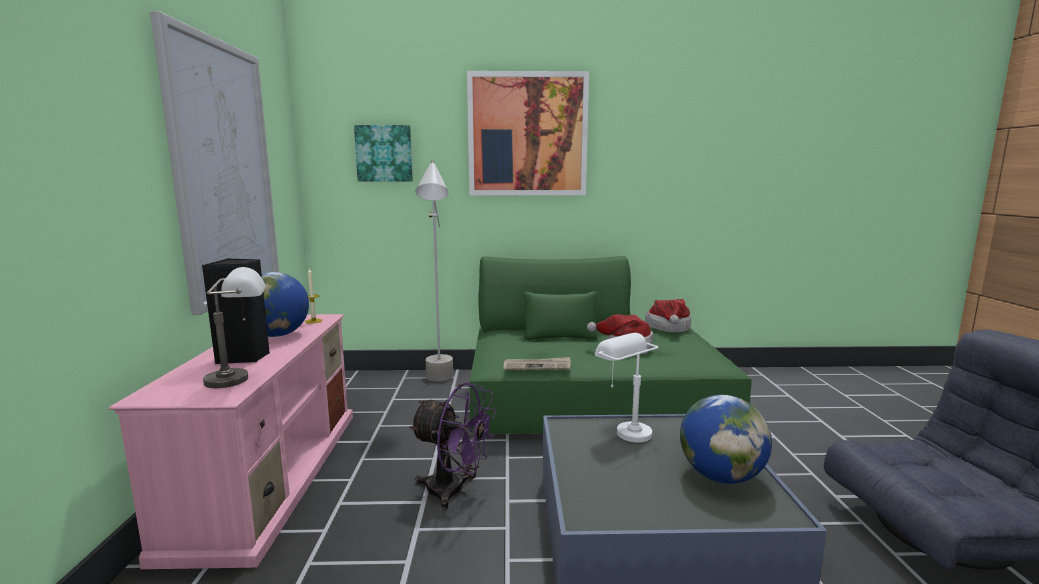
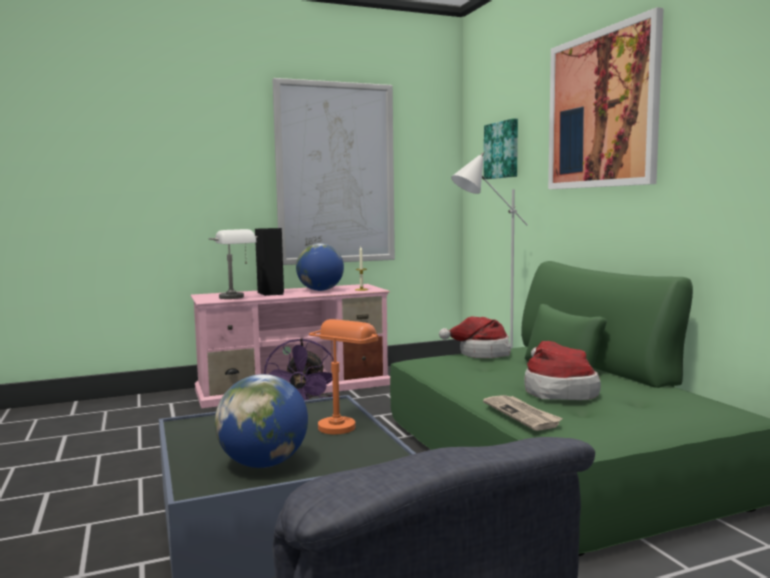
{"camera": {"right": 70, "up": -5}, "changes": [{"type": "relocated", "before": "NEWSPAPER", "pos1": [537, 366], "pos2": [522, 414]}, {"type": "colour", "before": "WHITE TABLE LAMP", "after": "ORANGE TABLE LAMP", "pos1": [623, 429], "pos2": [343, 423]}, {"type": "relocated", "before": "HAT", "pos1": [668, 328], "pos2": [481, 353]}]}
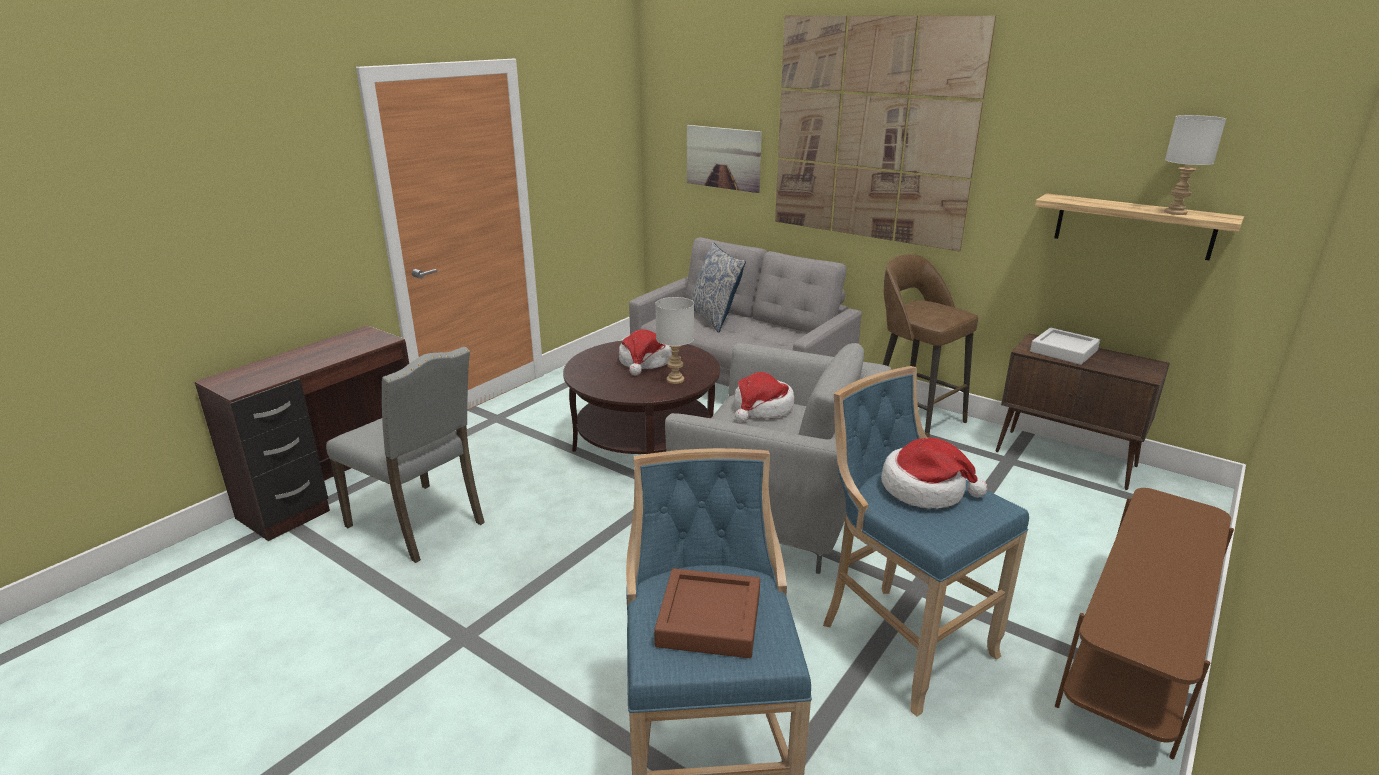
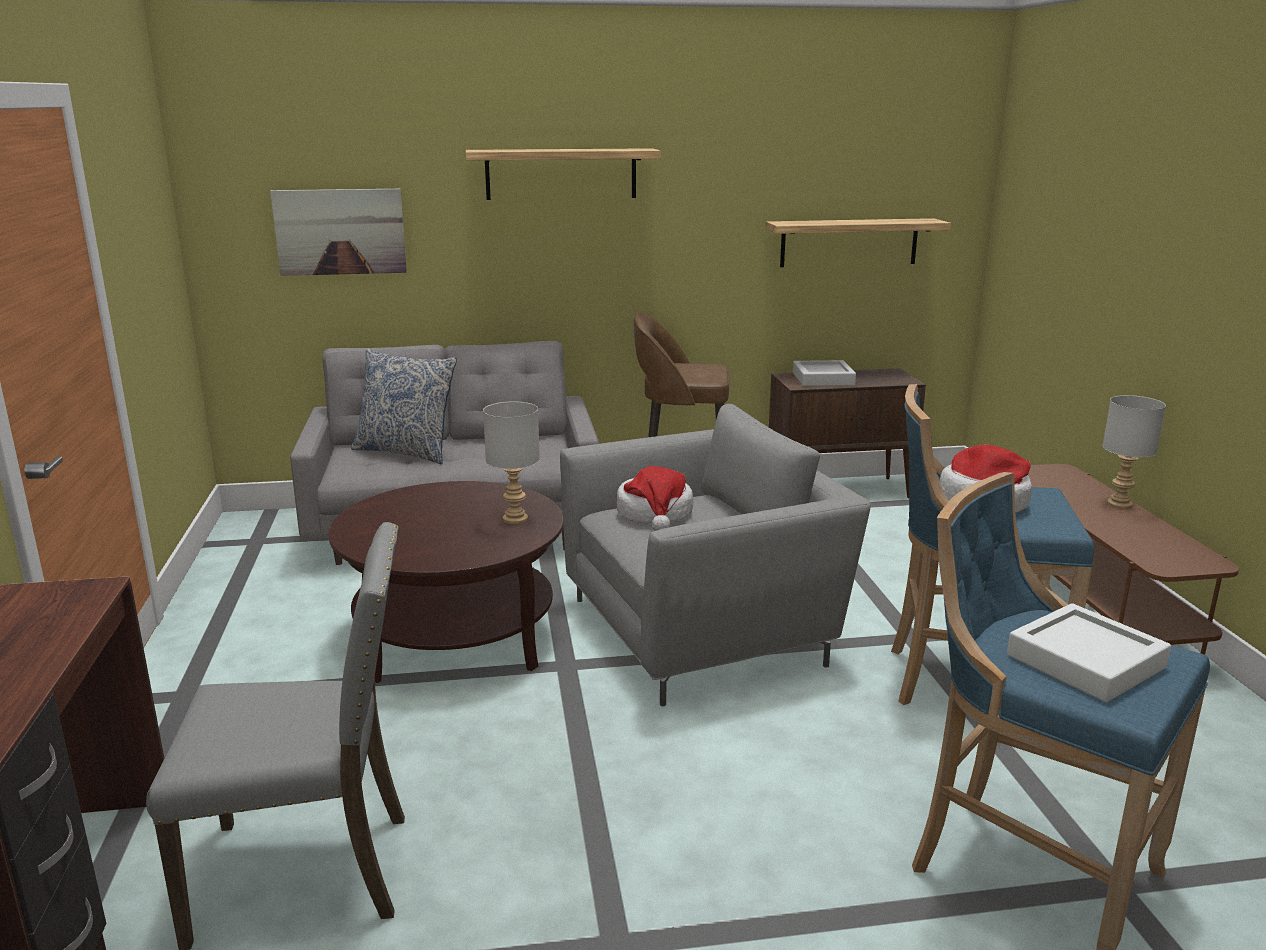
{"camera": {"right": -45, "up": -5}, "changes": [{"type": "missing", "before": "HAT", "pos1": [645, 362]}, {"type": "colour", "before": "BROWN TRAY", "after": "WHITE TRAY", "pos1": [709, 620], "pos2": [1085, 661]}, {"type": "exchanged", "before": "PICTURE", "after": "SHELF", "pos1": [872, 131], "pos2": [561, 174]}, {"type": "relocated", "before": "GREY TABLE LAMP", "pos1": [1175, 212], "pos2": [1119, 504]}]}
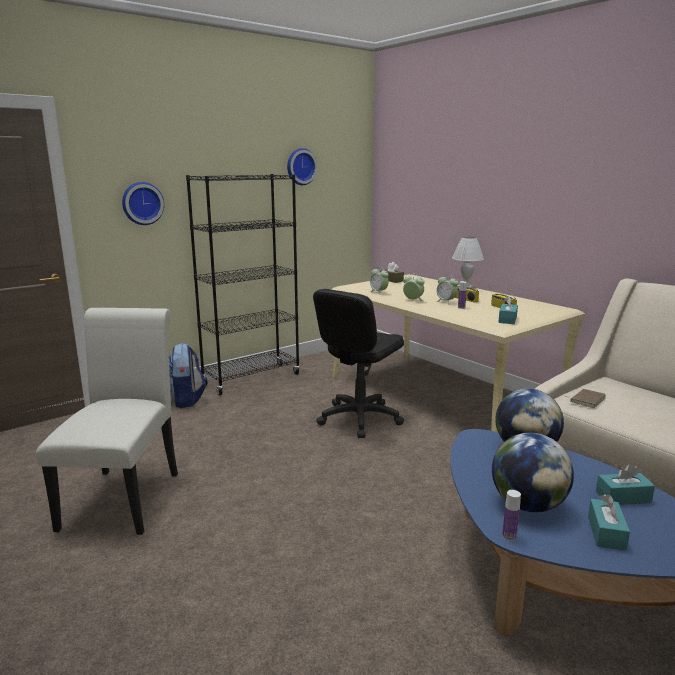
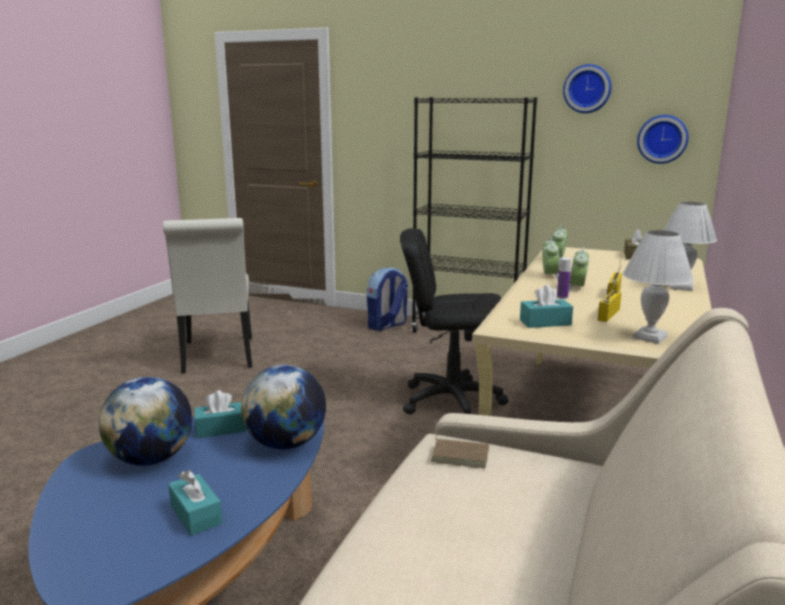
{"camera": {"right": 60, "up": 0}, "changes": [{"type": "spun", "before": "WHITE CHAIR", "pos1": [125, 495], "pos2": [218, 357], "turn": 105}, {"type": "relocated", "before": "WALL CLOCK", "pos1": [142, 203], "pos2": [662, 139]}, {"type": "missing", "before": "BOTTLE", "pos1": [509, 536]}, {"type": "relocated", "before": "TURQUOISE TISSUE BOX", "pos1": [606, 533], "pos2": [221, 429]}, {"type": "appeared", "after": "WHITE TABLE LAMP", "pos2": [649, 337]}]}
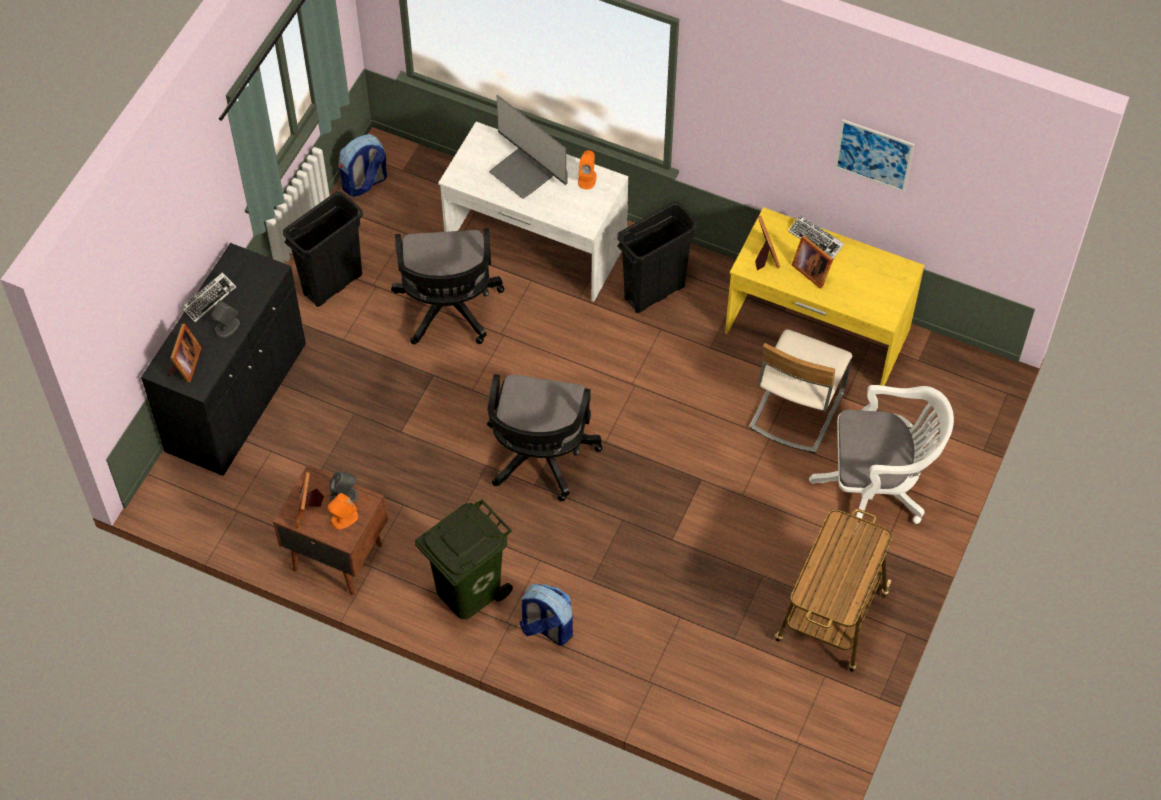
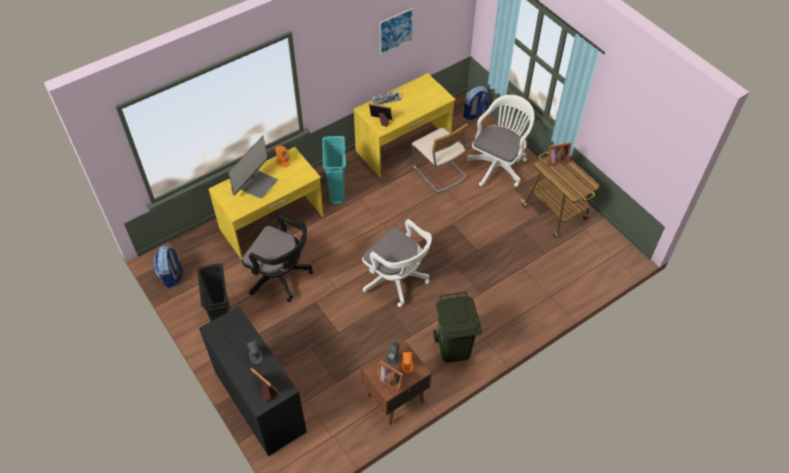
{"camera": {"right": -60, "up": -5}, "changes": [{"type": "missing", "before": "KEYBOARD", "pos1": [208, 299]}, {"type": "colour", "before": "WHITE DESK", "after": "YELLOW DESK", "pos1": [535, 245], "pos2": [272, 223]}, {"type": "colour", "before": "BLACK OFFICE CHAIR", "after": "WHITE OFFICE CHAIR", "pos1": [540, 458], "pos2": [397, 280]}, {"type": "spun", "before": "MONITOR", "pos1": [524, 171], "pos2": [257, 184], "turn": -45}, {"type": "relocated", "before": "BACKPACK", "pos1": [546, 628], "pos2": [474, 114]}, {"type": "colour", "before": "BLACK TRASH CAN", "after": "TURQUOISE TRASH CAN", "pos1": [655, 292], "pos2": [337, 191]}, {"type": "relocated", "before": "PICTURE FRAME", "pos1": [811, 270], "pos2": [555, 160]}]}
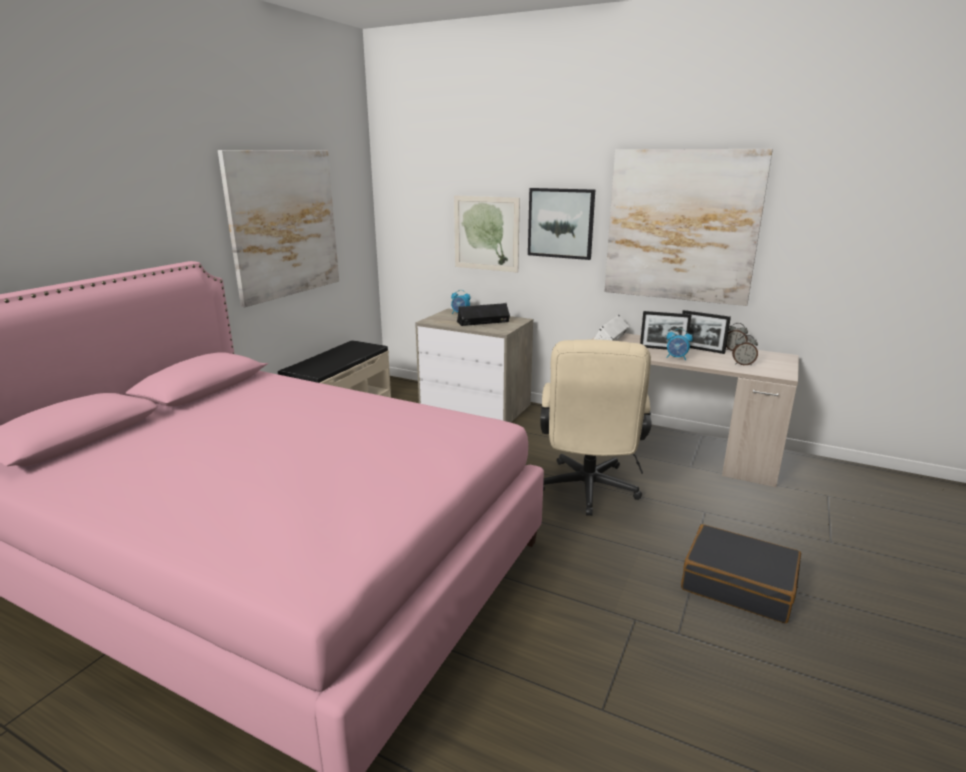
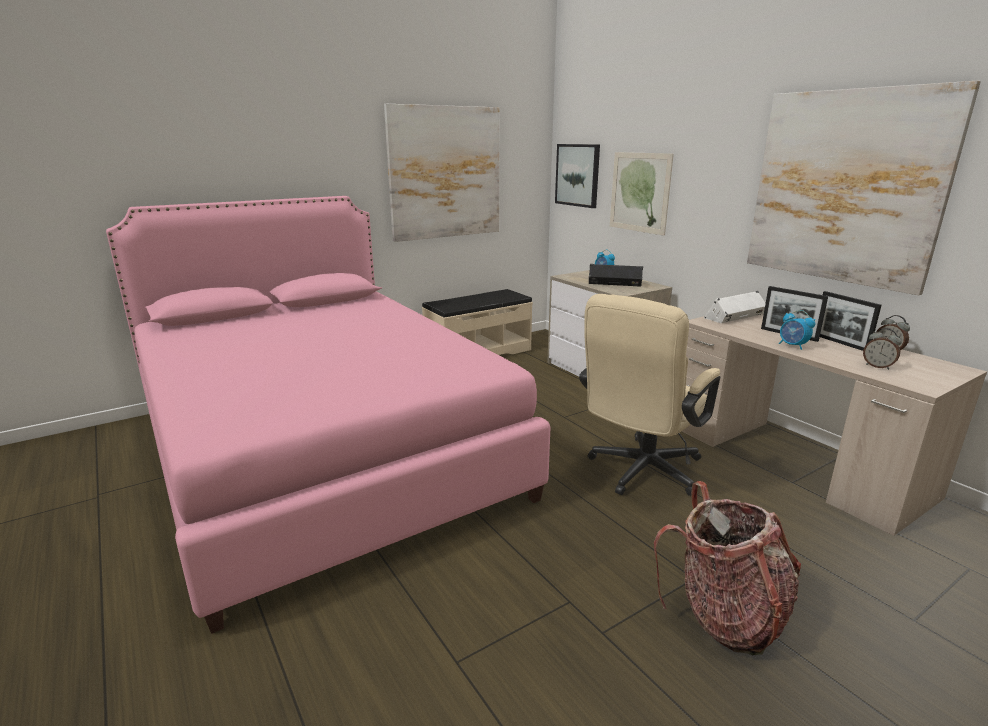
{"camera": {"right": 30, "up": 0}, "changes": [{"type": "relocated", "before": "PICTURE", "pos1": [561, 223], "pos2": [577, 175]}, {"type": "exchanged", "before": "BLACK SUITCASE", "after": "BACKPACK", "pos1": [738, 584], "pos2": [725, 616]}]}
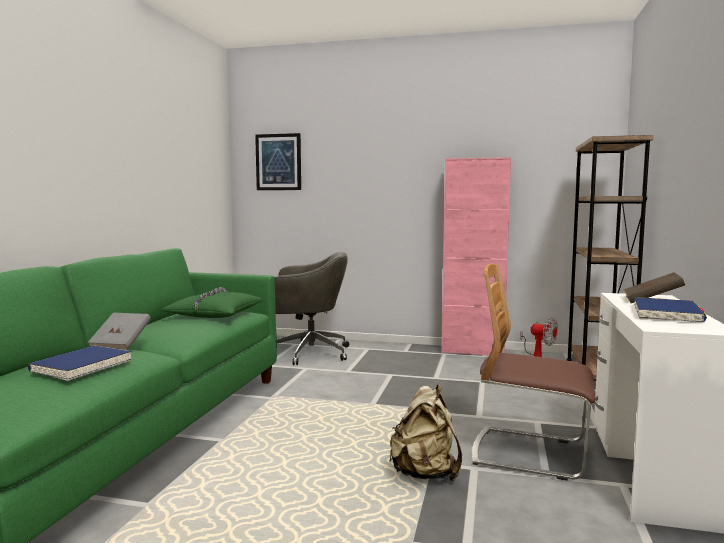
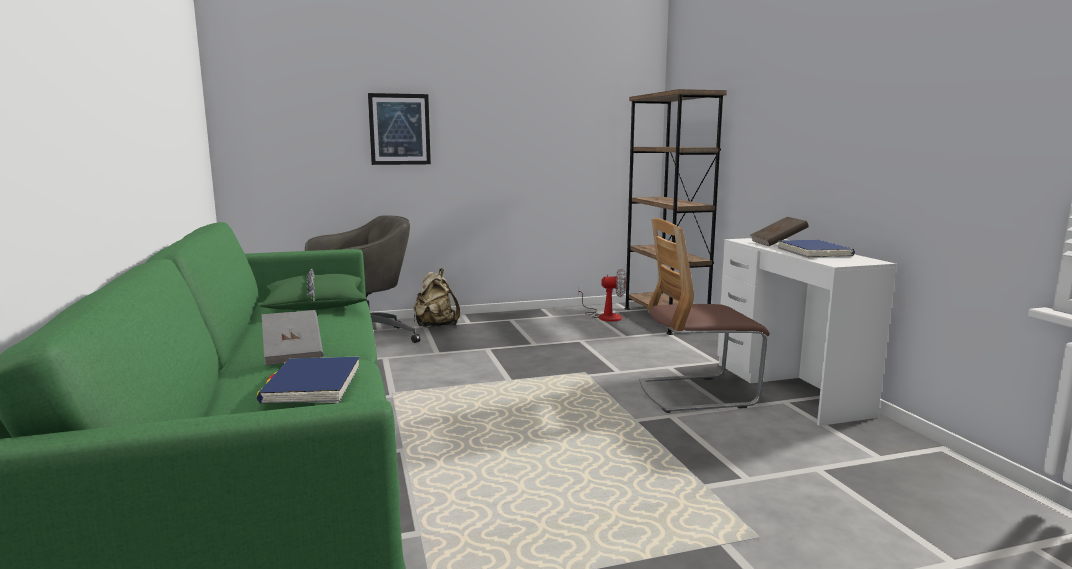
{"camera": {"right": -30, "up": 5}, "changes": [{"type": "relocated", "before": "PICTURE", "pos1": [278, 162], "pos2": [399, 129]}, {"type": "relocated", "before": "BEIGE BACKPACK", "pos1": [425, 474], "pos2": [435, 327]}, {"type": "missing", "before": "PINK CABINET", "pos1": [473, 351]}]}
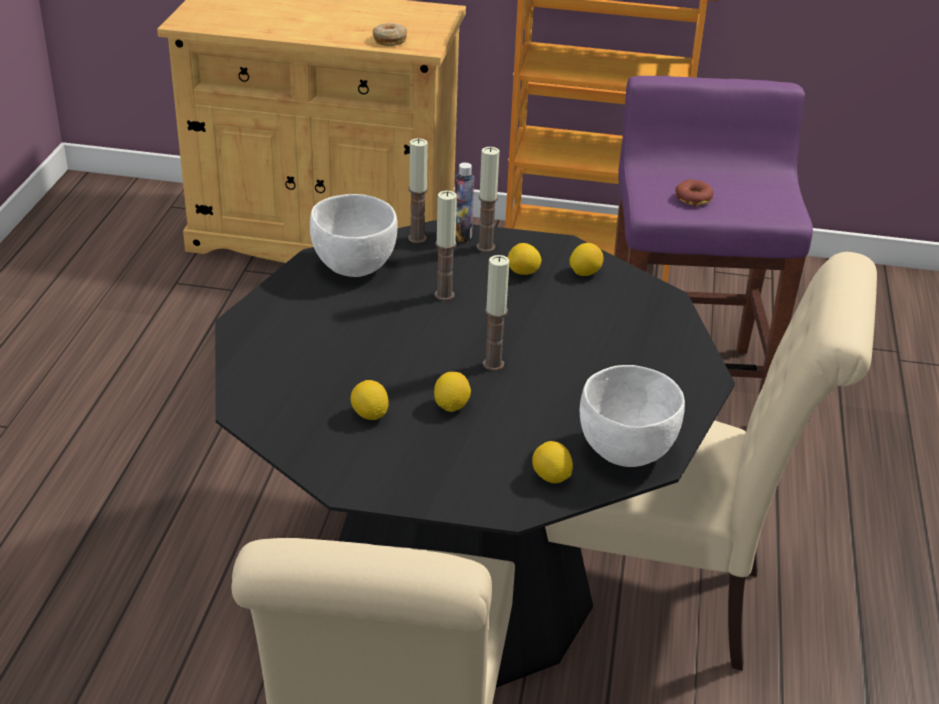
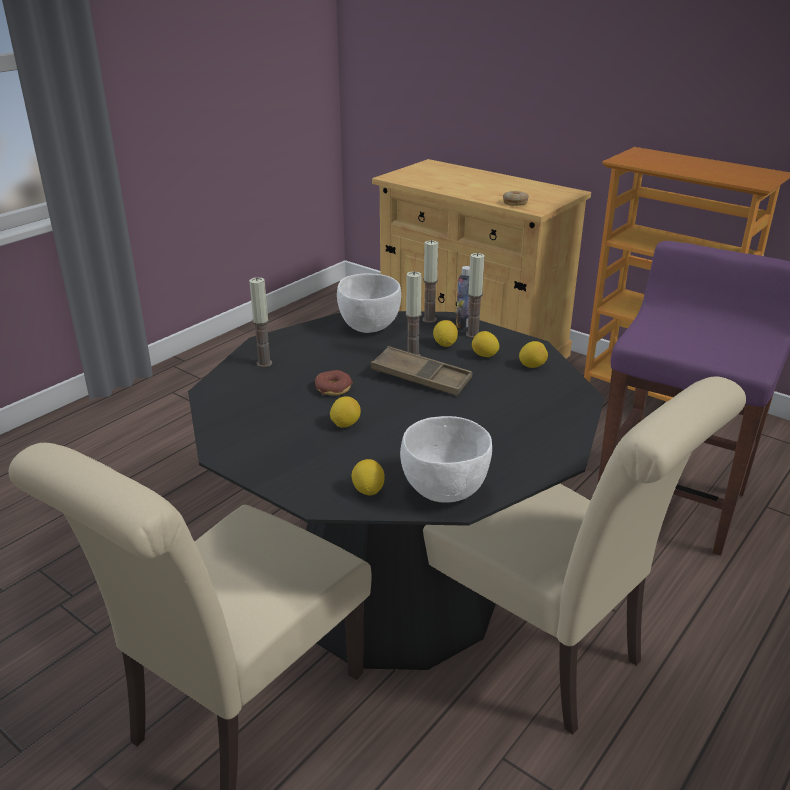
{"camera": {"right": 30, "up": -5}, "changes": [{"type": "relocated", "before": "LEMON", "pos1": [370, 415], "pos2": [445, 344]}, {"type": "relocated", "before": "CANDLE", "pos1": [493, 364], "pos2": [264, 363]}, {"type": "relocated", "before": "DONUT", "pos1": [693, 198], "pos2": [333, 388]}, {"type": "appeared", "after": "BROWN TRAY", "pos2": [421, 378]}]}
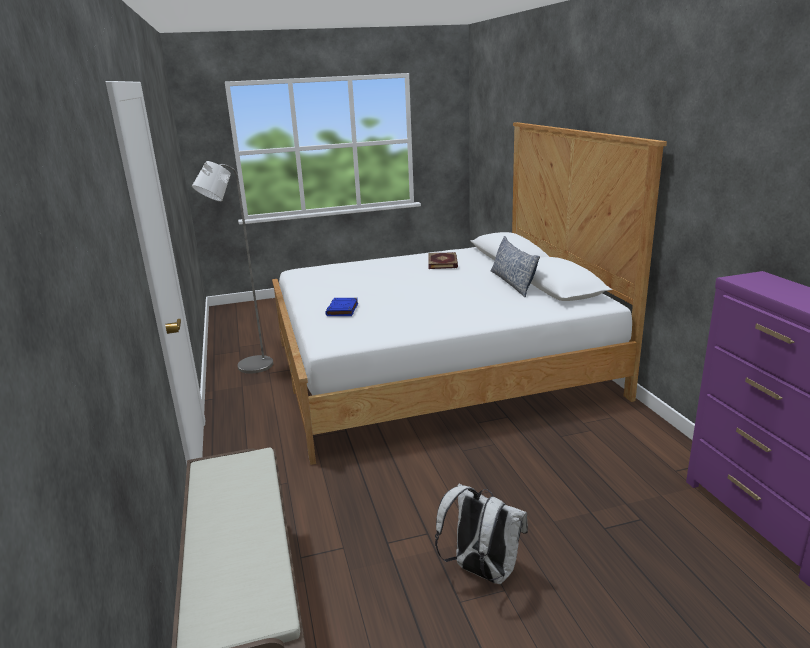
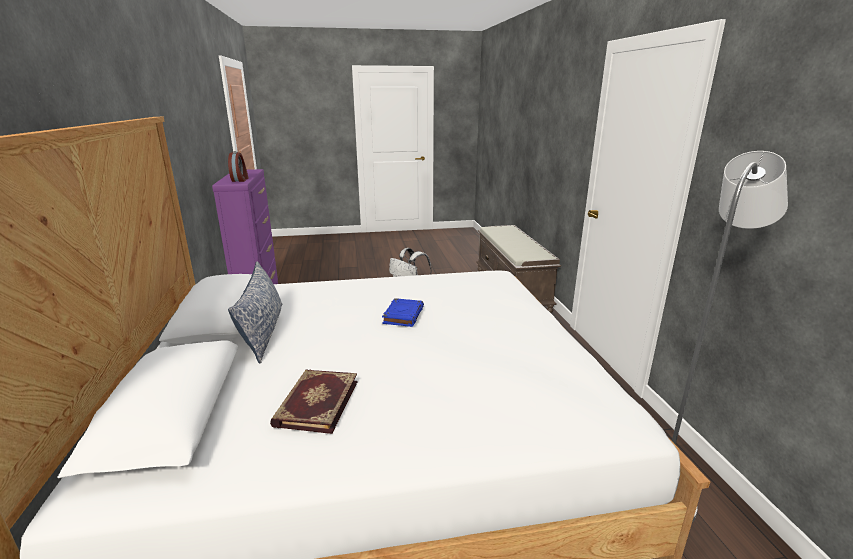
{"camera": {"right": -175, "up": 0}, "changes": [{"type": "relocated", "before": "BLUE BOOK", "pos1": [342, 310], "pos2": [403, 315]}, {"type": "appeared", "after": "ALARM CLOCK", "pos2": [240, 180]}]}
